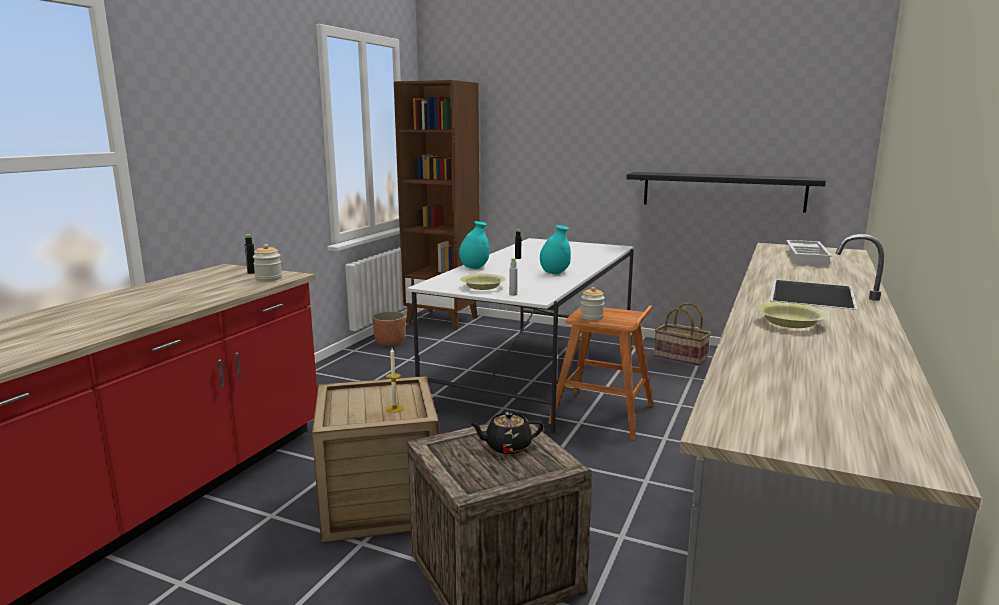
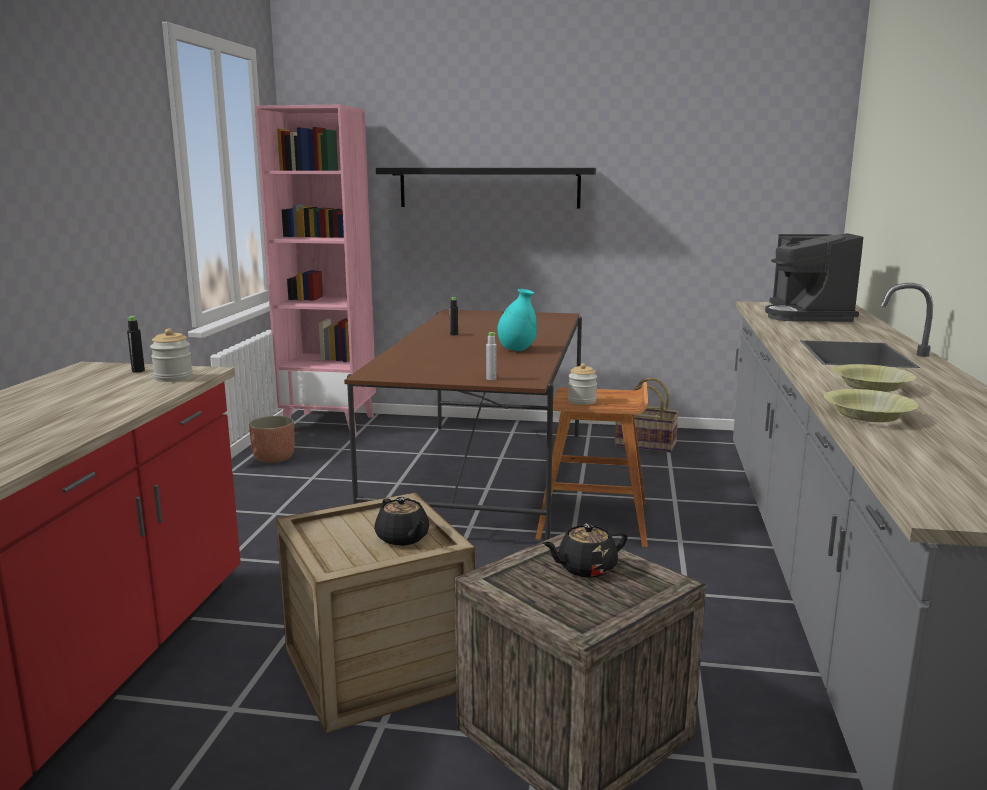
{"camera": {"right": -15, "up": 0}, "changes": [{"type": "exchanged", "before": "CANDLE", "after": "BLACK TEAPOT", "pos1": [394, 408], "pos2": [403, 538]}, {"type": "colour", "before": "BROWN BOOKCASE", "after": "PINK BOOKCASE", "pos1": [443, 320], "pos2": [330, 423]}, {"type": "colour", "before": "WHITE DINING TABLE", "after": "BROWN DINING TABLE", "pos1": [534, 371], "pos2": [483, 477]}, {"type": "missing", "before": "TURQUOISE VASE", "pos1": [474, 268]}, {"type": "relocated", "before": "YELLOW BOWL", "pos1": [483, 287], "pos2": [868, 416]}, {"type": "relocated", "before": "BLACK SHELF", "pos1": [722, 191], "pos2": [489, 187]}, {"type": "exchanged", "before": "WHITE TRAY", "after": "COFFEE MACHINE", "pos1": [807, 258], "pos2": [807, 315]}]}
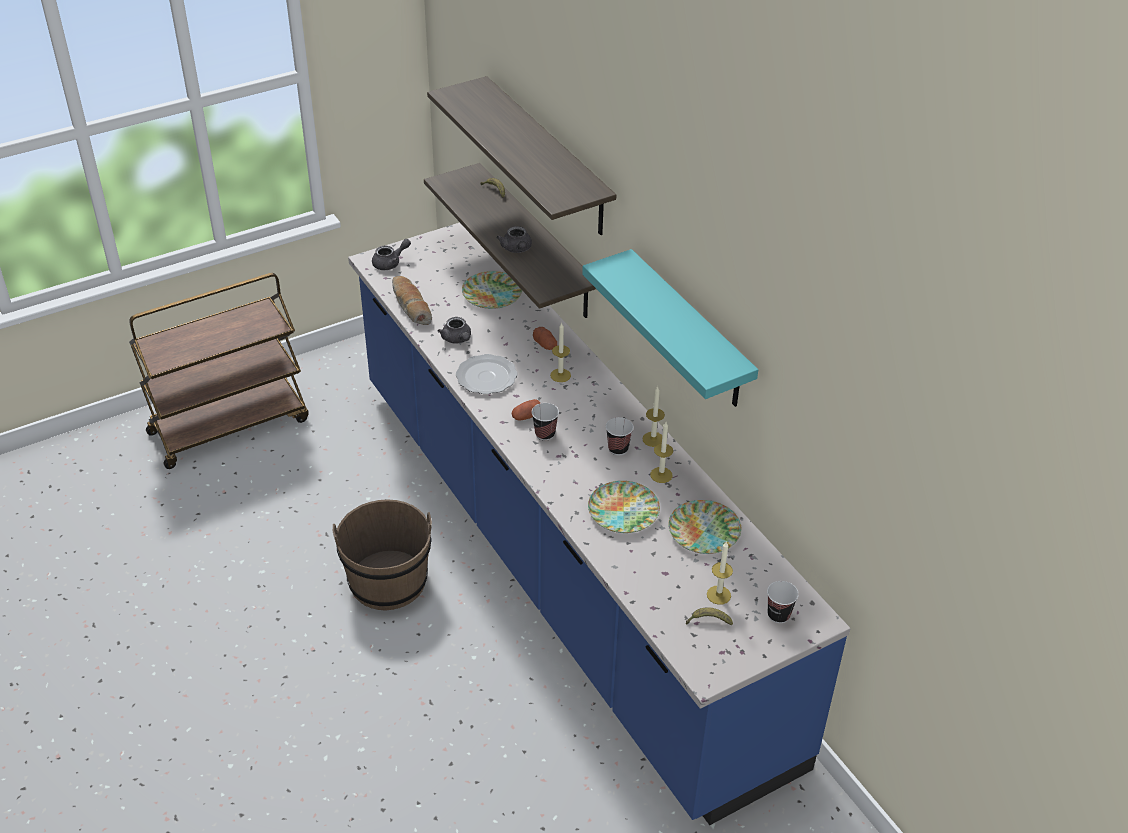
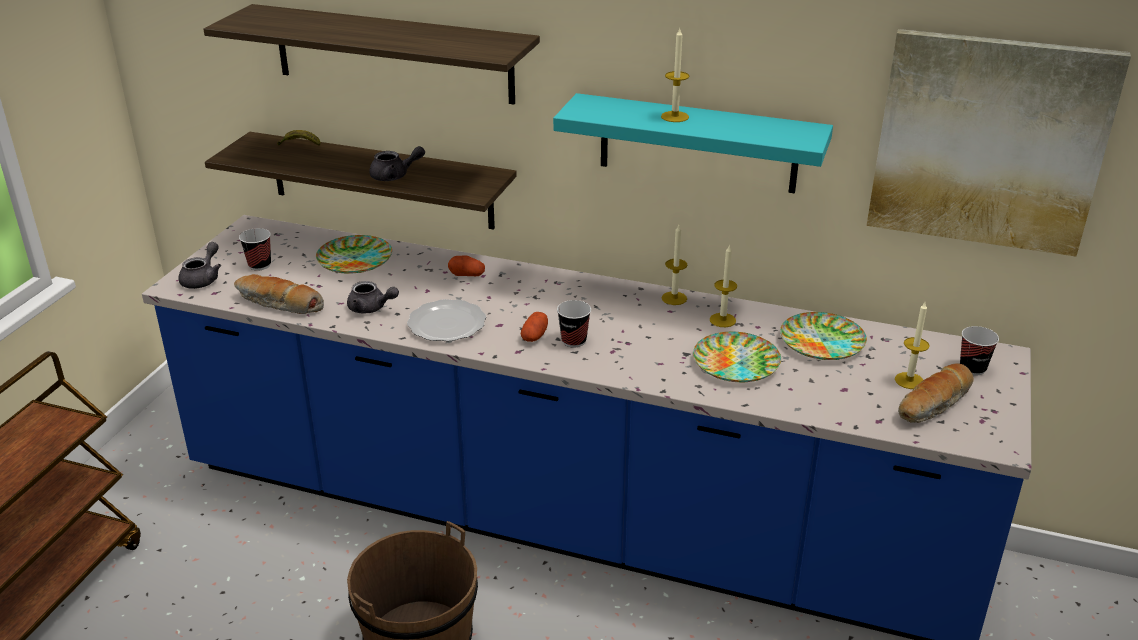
{"camera": {"right": -40, "up": -10}, "changes": [{"type": "spun", "before": "GREY TEAPOT", "pos1": [517, 249], "pos2": [395, 176], "turn": -45}, {"type": "relocated", "before": "CANDLE", "pos1": [560, 375], "pos2": [675, 116]}, {"type": "relocated", "before": "CUP", "pos1": [618, 449], "pos2": [259, 265]}, {"type": "exchanged", "before": "BANANA", "after": "BREAD", "pos1": [708, 621], "pos2": [935, 404]}, {"type": "appeared", "after": "PICTURE", "pos2": [989, 142]}]}
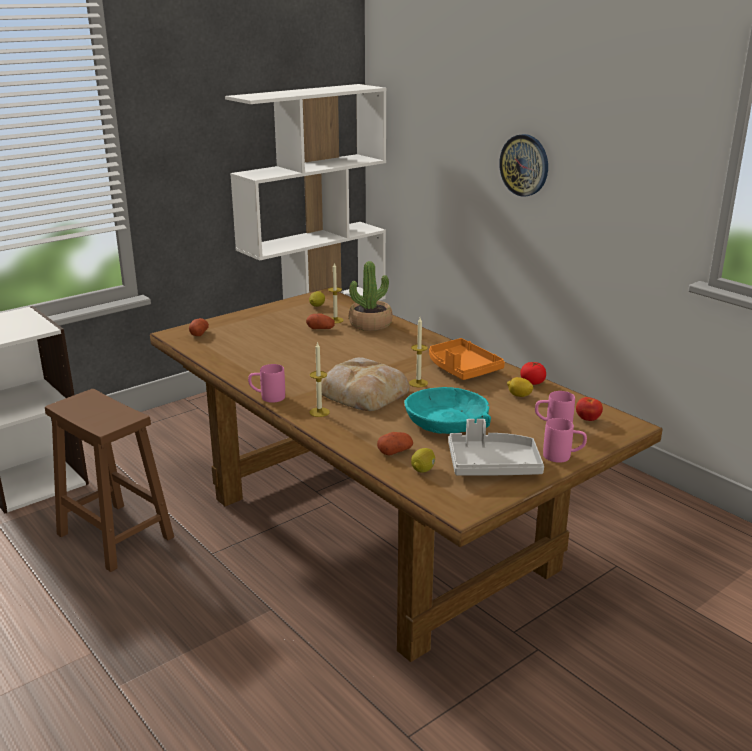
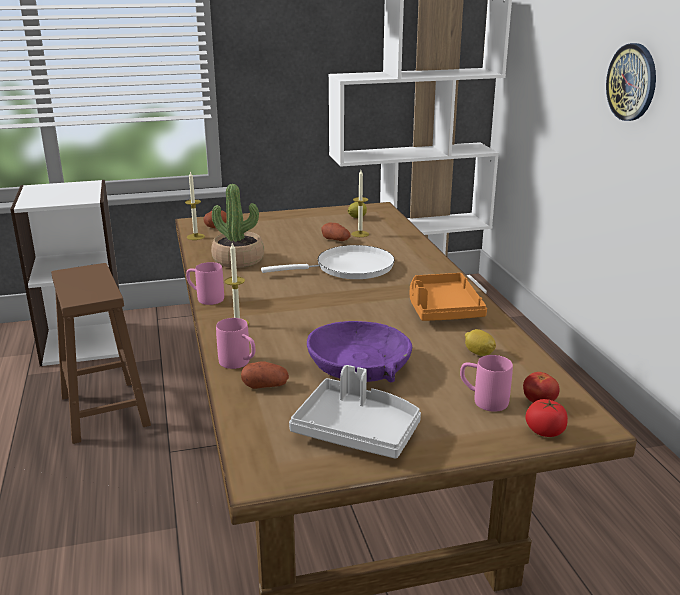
{"camera": {"right": 25, "up": 0}, "changes": [{"type": "missing", "before": "BREAD", "pos1": [363, 391]}, {"type": "relocated", "before": "POTTED PLANT", "pos1": [370, 324], "pos2": [238, 260]}, {"type": "colour", "before": "TURQUOISE BOWL", "after": "PURPLE BOWL", "pos1": [447, 422], "pos2": [359, 366]}, {"type": "relocated", "before": "CANDLE", "pos1": [418, 383], "pos2": [195, 237]}, {"type": "missing", "before": "LEMON", "pos1": [423, 469]}, {"type": "relocated", "before": "TOMATO", "pos1": [532, 382], "pos2": [545, 431]}, {"type": "relocated", "before": "PINK MUG", "pos1": [563, 457], "pos2": [239, 364]}, {"type": "appeared", "after": "WHITE FRYING PAN", "pos2": [349, 268]}]}
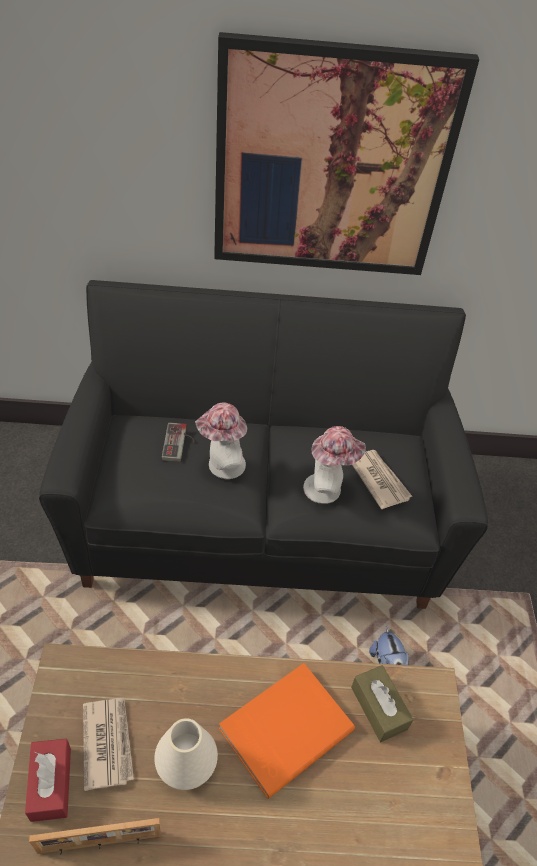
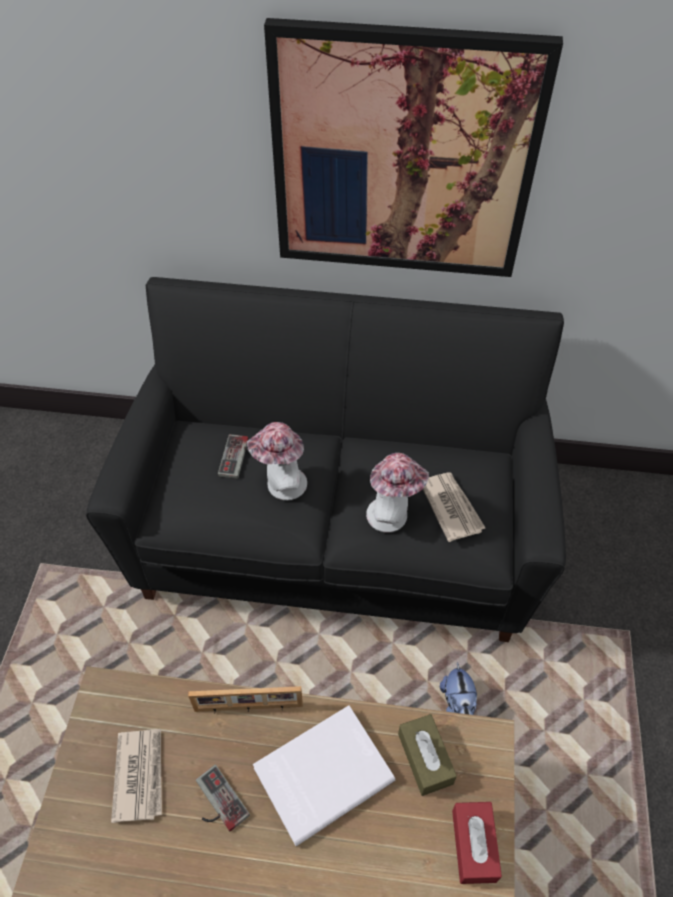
{"camera": {"right": 10, "up": 5}, "changes": [{"type": "relocated", "before": "RED TISSUE BOX", "pos1": [51, 784], "pos2": [474, 845]}, {"type": "relocated", "before": "PICTURE FRAME", "pos1": [100, 844], "pos2": [248, 708]}, {"type": "exchanged", "before": "WHITE VASE", "after": "GAME CONTROLLER", "pos1": [186, 764], "pos2": [216, 803]}, {"type": "colour", "before": "ORANGE BOOK", "after": "WHITE BOOK", "pos1": [284, 727], "pos2": [322, 772]}]}
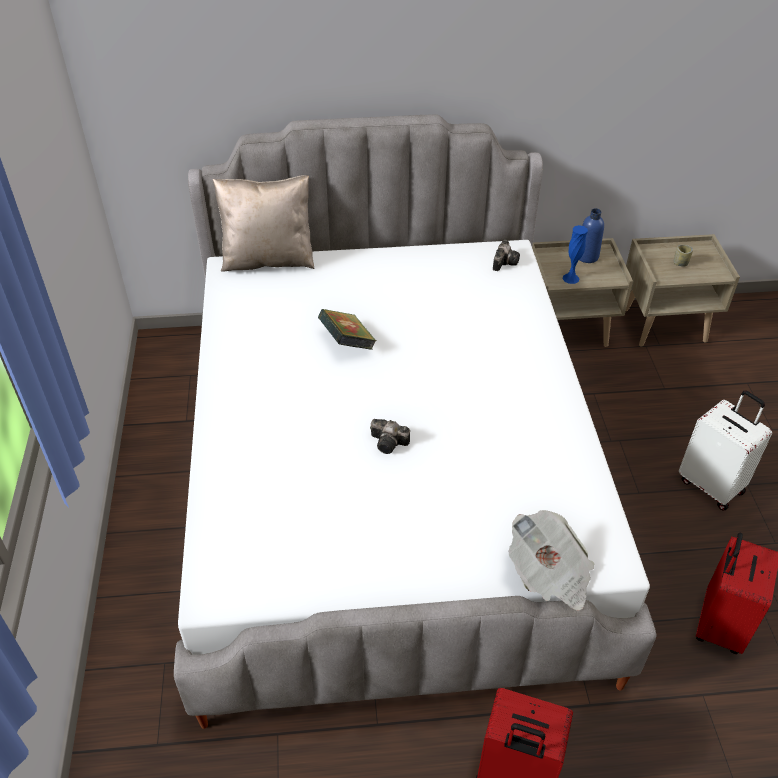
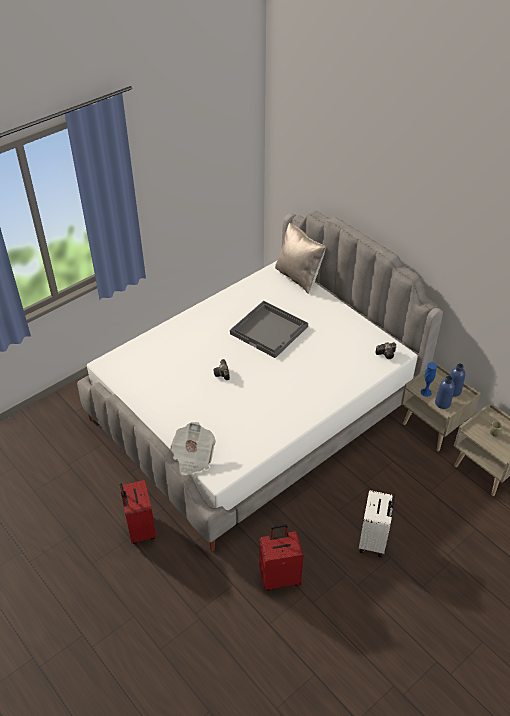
{"camera": {"right": 55, "up": 0}, "changes": [{"type": "exchanged", "before": "BOOK", "after": "GREY TRAY", "pos1": [347, 343], "pos2": [270, 330]}, {"type": "appeared", "after": "BLUE BOTTLE", "pos2": [442, 403]}]}
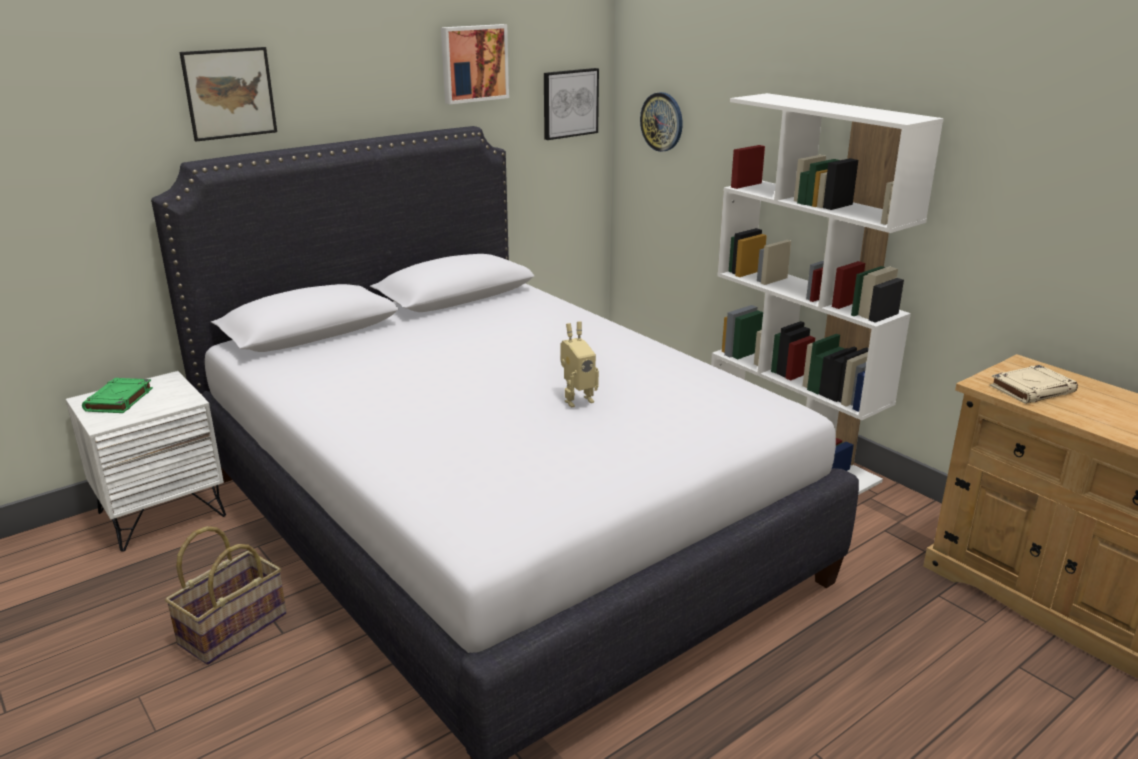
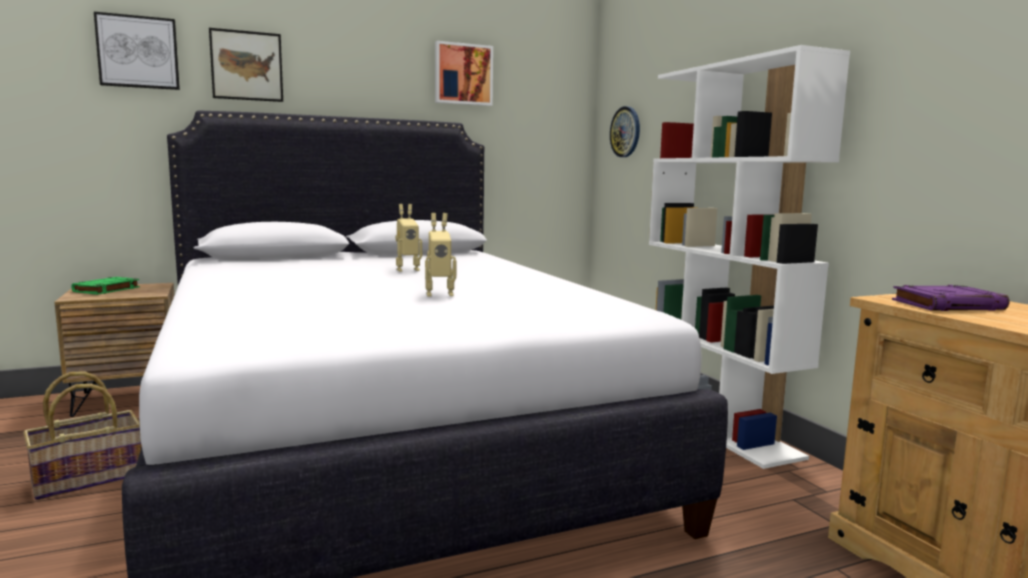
{"camera": {"right": 15, "up": -15}, "changes": [{"type": "colour", "before": "WHITE NIGHTSTAND", "after": "BROWN NIGHTSTAND", "pos1": [162, 513], "pos2": [128, 399]}, {"type": "relocated", "before": "PICTURE", "pos1": [569, 103], "pos2": [138, 52]}, {"type": "colour", "before": "BEIGE BOOK", "after": "PURPLE BOOK", "pos1": [1032, 389], "pos2": [948, 305]}, {"type": "appeared", "after": "TOY ROBOT", "pos2": [407, 269]}]}
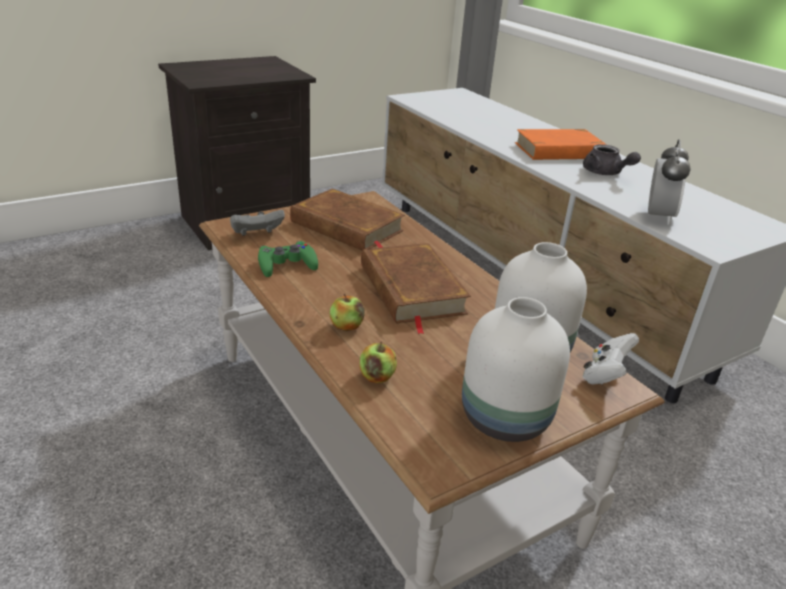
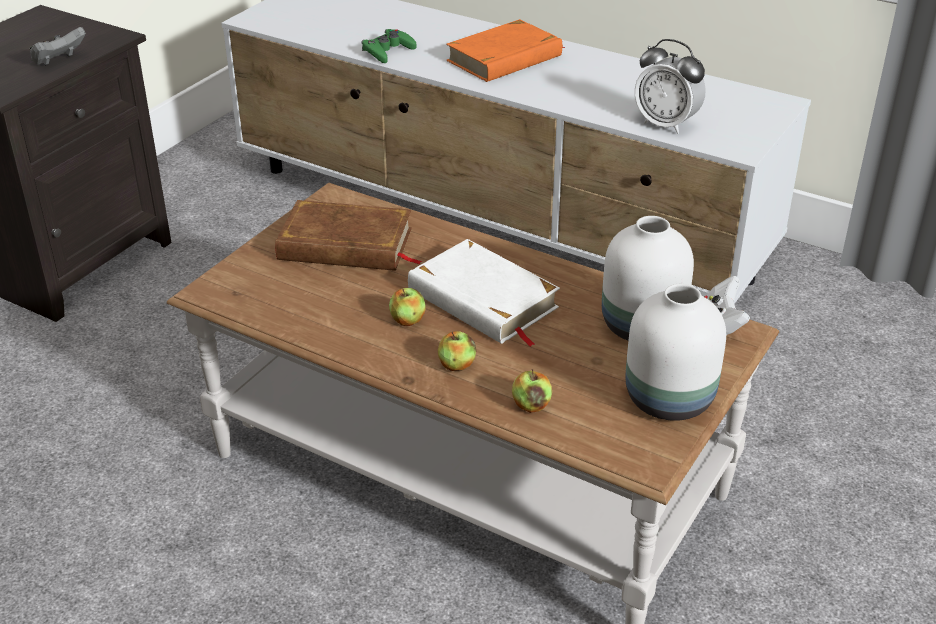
{"camera": {"right": -25, "up": 5}, "changes": [{"type": "relocated", "before": "GREY GAME CONTROLLER", "pos1": [257, 235], "pos2": [59, 61]}, {"type": "relocated", "before": "GREEN GAME CONTROLLER", "pos1": [286, 264], "pos2": [388, 51]}, {"type": "colour", "before": "BROWN BOOK", "after": "WHITE BOOK", "pos1": [411, 290], "pos2": [482, 300]}, {"type": "missing", "before": "GREY TEAPOT", "pos1": [605, 173]}, {"type": "spun", "before": "ALARM CLOCK", "pos1": [658, 216], "pos2": [666, 124], "turn": 135}, {"type": "appeared", "after": "APPLE", "pos2": [407, 320]}]}
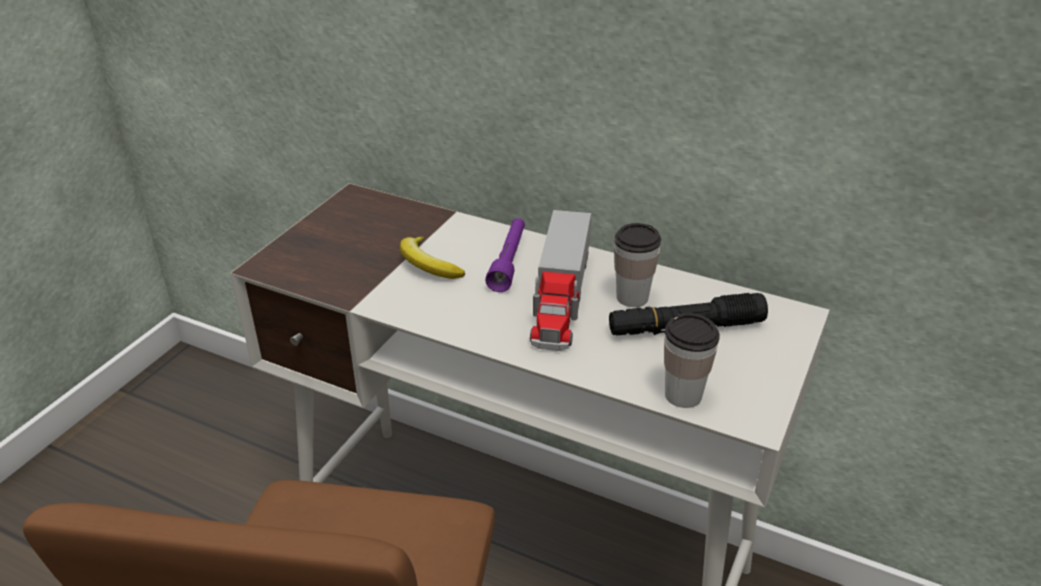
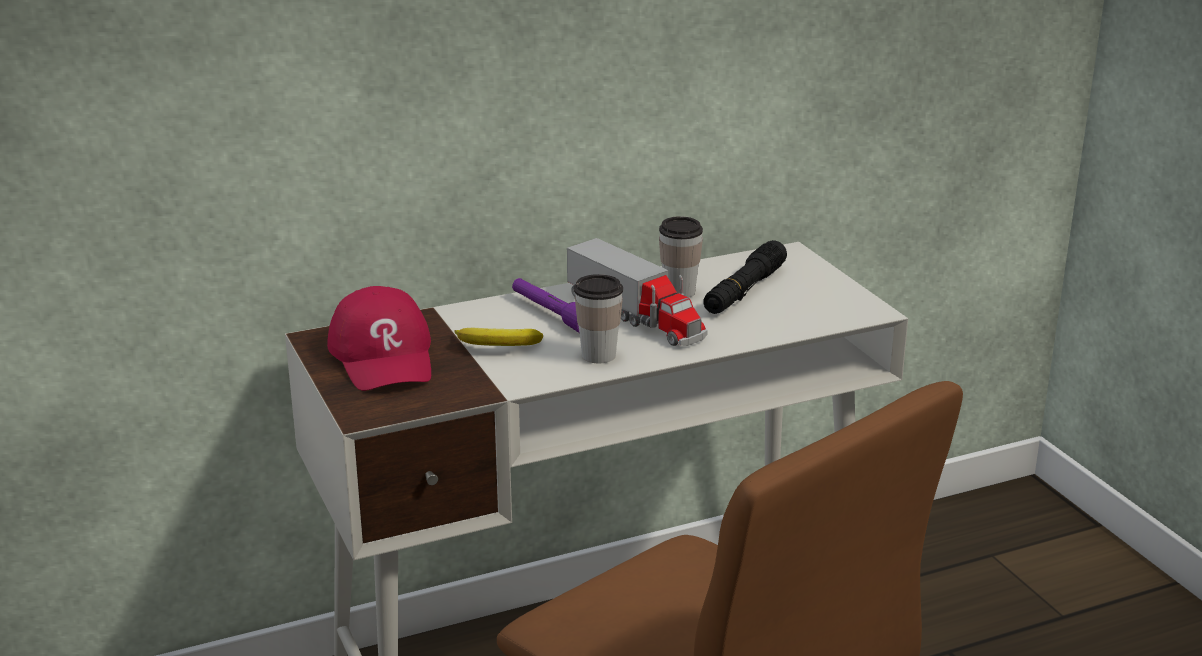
{"camera": {"right": -50, "up": -10}, "changes": [{"type": "relocated", "before": "CUP", "pos1": [683, 395], "pos2": [598, 355]}, {"type": "appeared", "after": "RED CAP", "pos2": [384, 356]}]}
